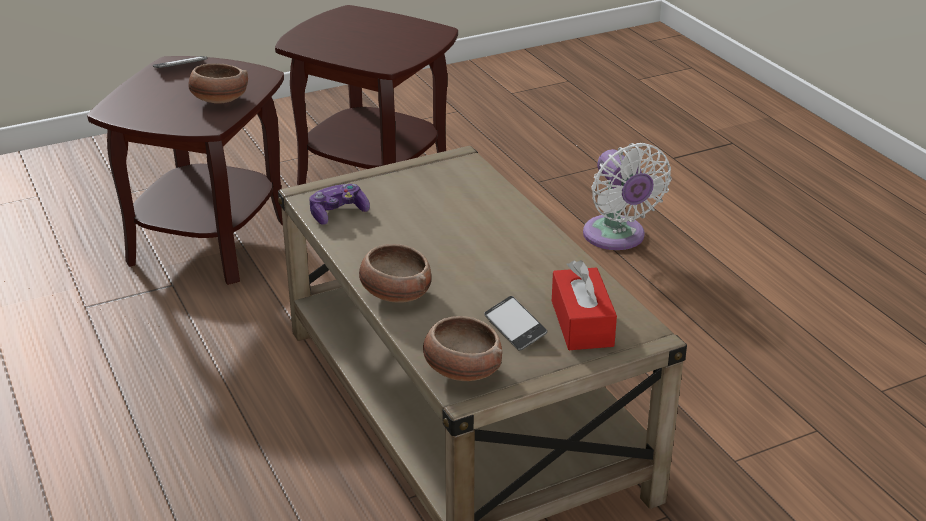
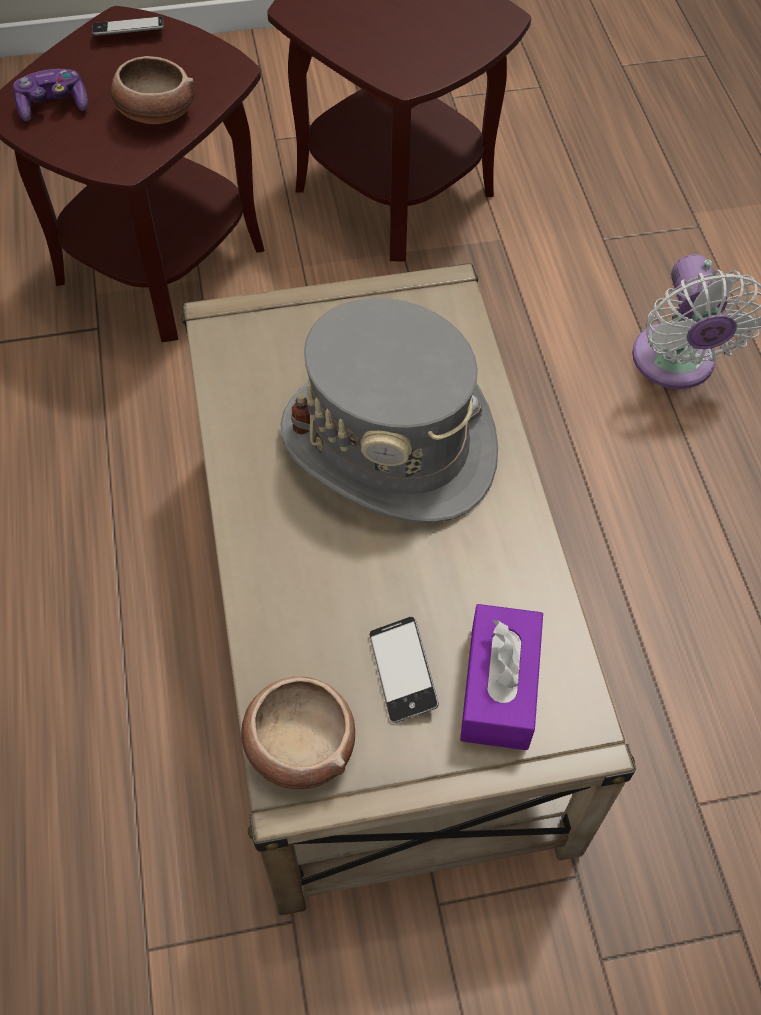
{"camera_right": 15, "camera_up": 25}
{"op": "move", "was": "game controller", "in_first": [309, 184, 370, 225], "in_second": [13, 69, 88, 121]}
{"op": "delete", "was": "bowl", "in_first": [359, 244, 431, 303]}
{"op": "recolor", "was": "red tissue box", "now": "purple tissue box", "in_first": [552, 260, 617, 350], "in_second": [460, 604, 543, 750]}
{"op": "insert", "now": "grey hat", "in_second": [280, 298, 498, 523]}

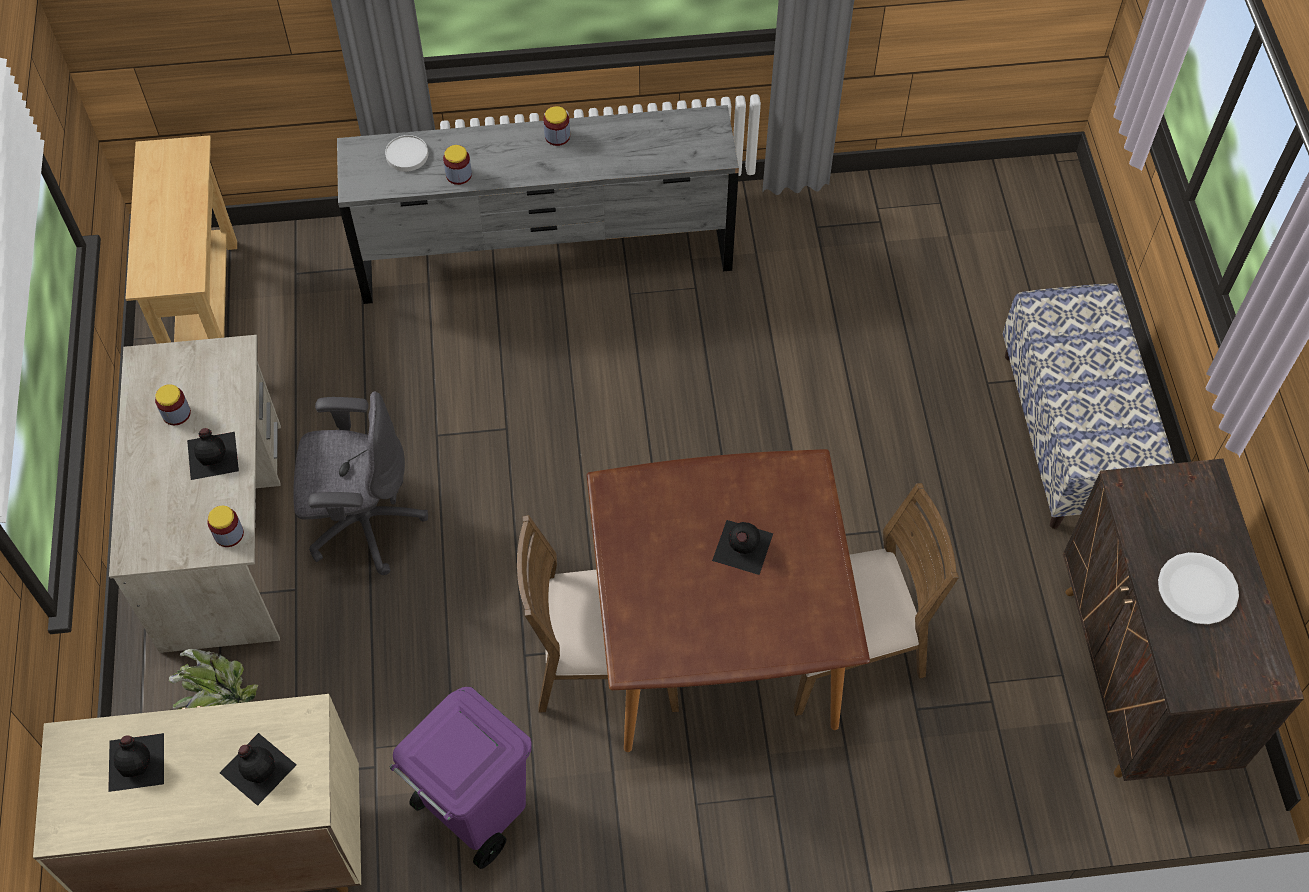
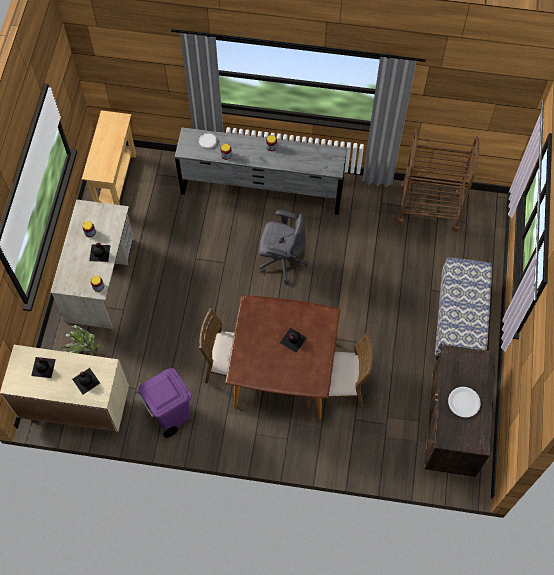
{"camera_right": 15, "camera_up": 5}
{"op": "move", "was": "grey office chair", "in_first": [293, 392, 428, 575], "in_second": [259, 210, 309, 284]}
{"op": "insert", "now": "brown cart", "in_second": [396, 129, 479, 232]}

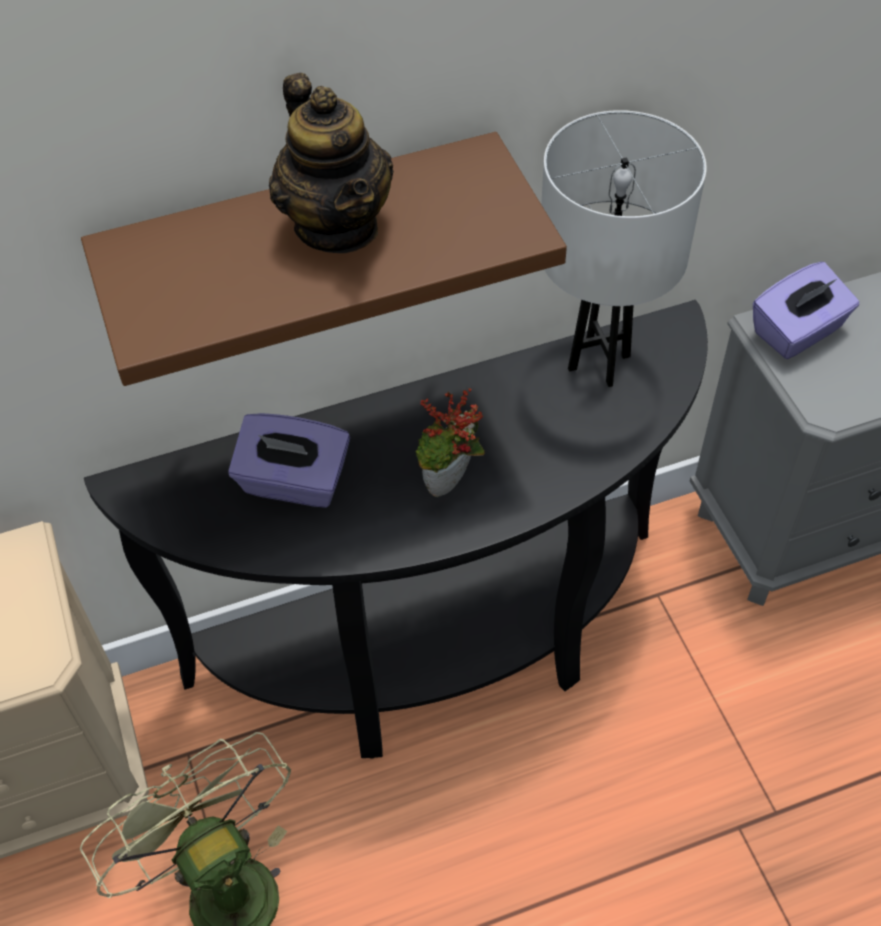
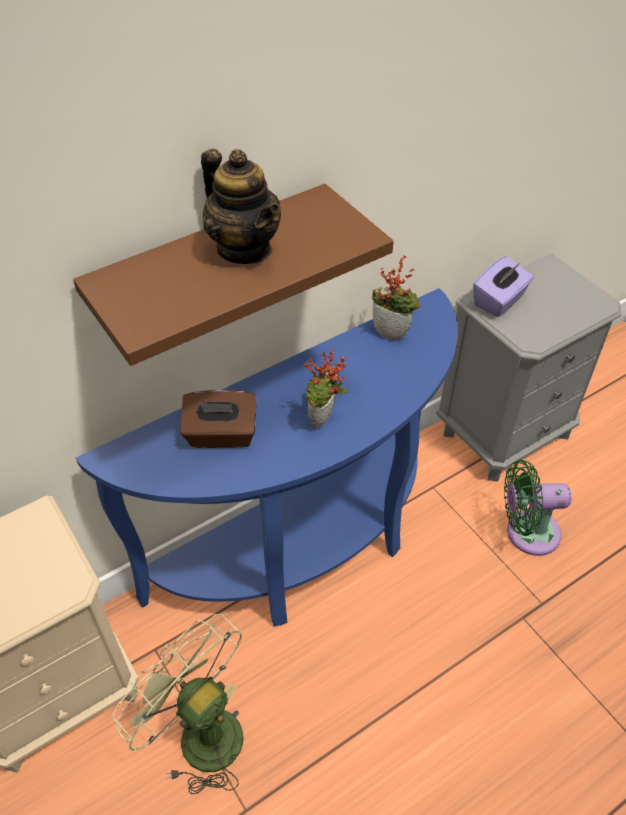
{"camera_right": -15, "camera_up": -5}
{"op": "recolor", "was": "black console table", "now": "blue console table", "in_first": [84, 300, 708, 759], "in_second": [76, 288, 458, 627]}
{"op": "recolor", "was": "purple tissue box", "now": "brown tissue box", "in_first": [228, 413, 350, 508], "in_second": [181, 390, 257, 448]}
{"op": "replace", "was": "white table lamp", "now": "potted plant", "in_first": [541, 110, 707, 387], "in_second": [372, 256, 421, 341]}
{"op": "insert", "now": "green fan", "in_second": [504, 460, 572, 556]}

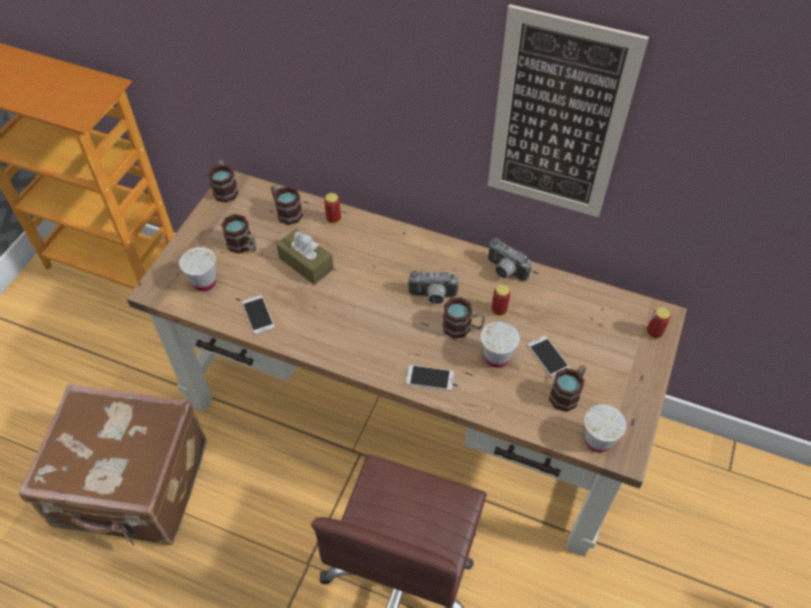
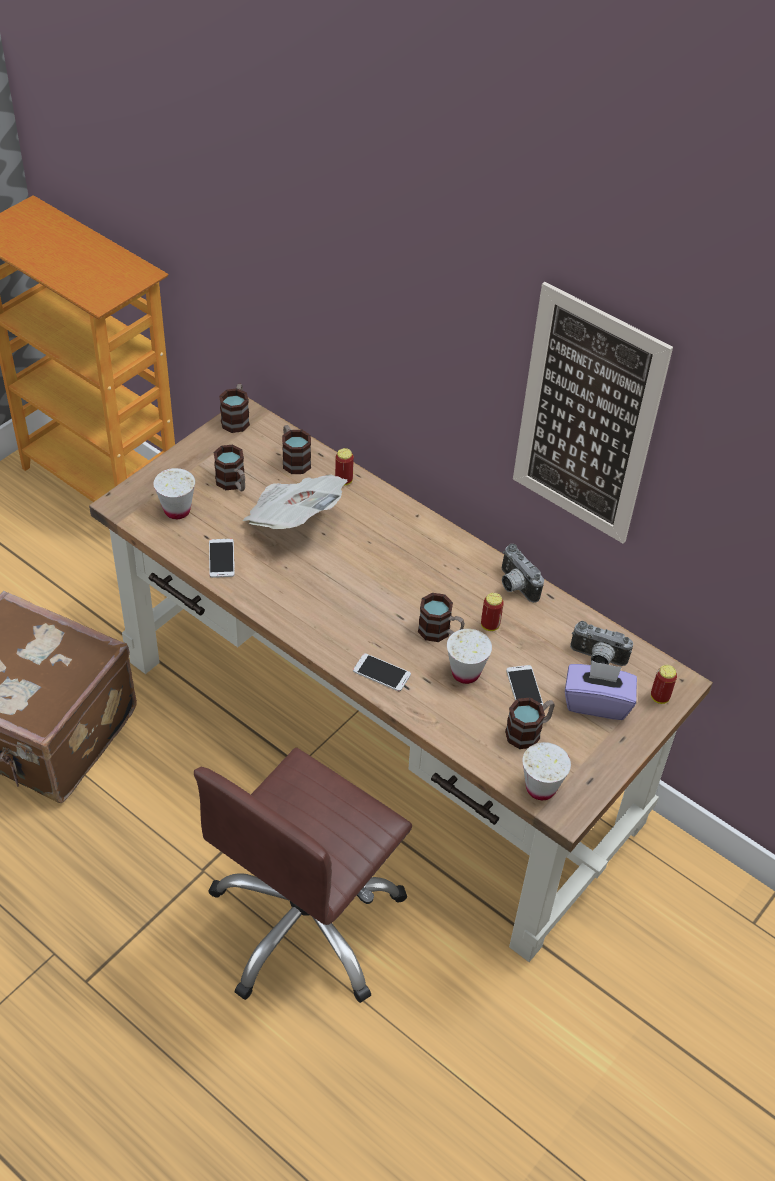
{"camera_right": 15, "camera_up": -5}
{"op": "replace", "was": "brown tissue box", "now": "newspaper", "in_first": [276, 229, 334, 285], "in_second": [243, 474, 347, 529]}
{"op": "move", "was": "photo camera", "in_first": [408, 271, 459, 304], "in_second": [570, 621, 633, 666]}
{"op": "insert", "now": "purple tissue box", "in_second": [565, 660, 637, 720]}

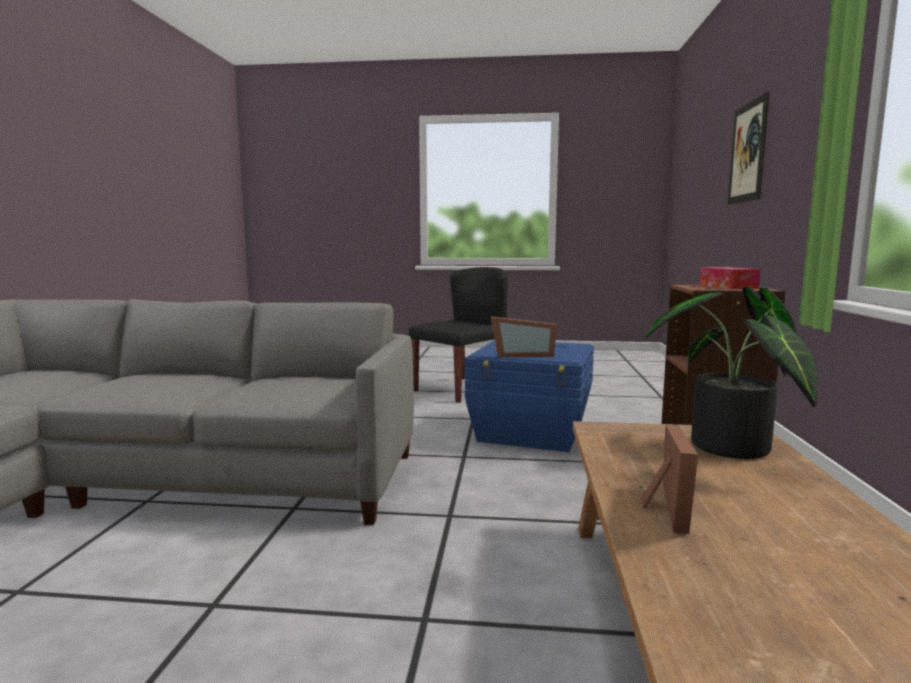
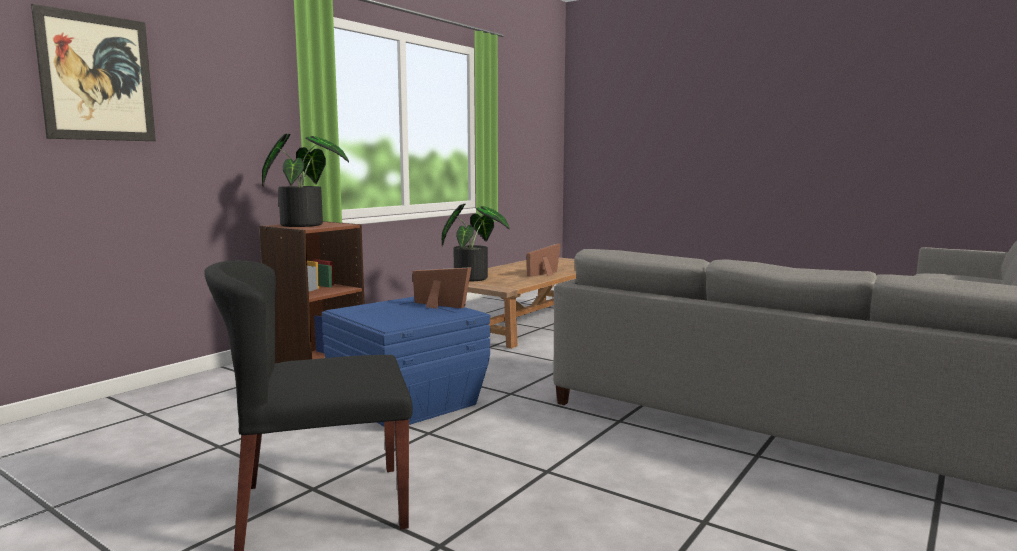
{"camera_right": -150, "camera_up": 0}
{"op": "replace", "was": "tissue box", "now": "potted plant", "in_first": [699, 267, 761, 289], "in_second": [262, 134, 349, 227]}

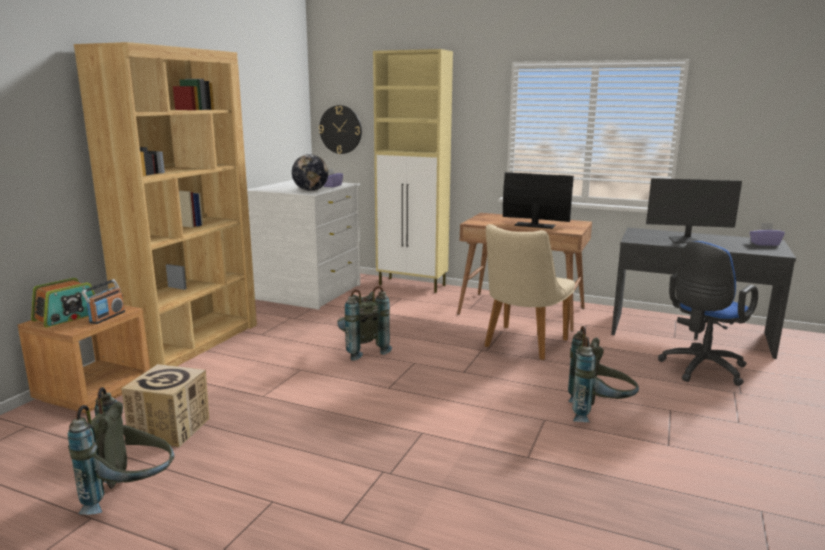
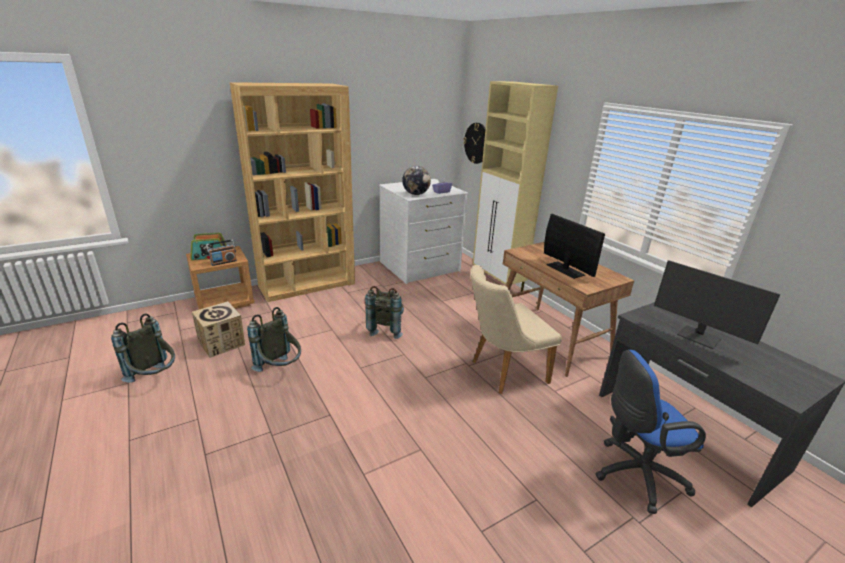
{"camera_right": 35, "camera_up": 10}
{"op": "move", "was": "grey backpack", "in_first": [568, 326, 639, 422], "in_second": [247, 307, 301, 372]}
{"op": "delete", "was": "purple tissue box", "in_first": [750, 223, 785, 246]}

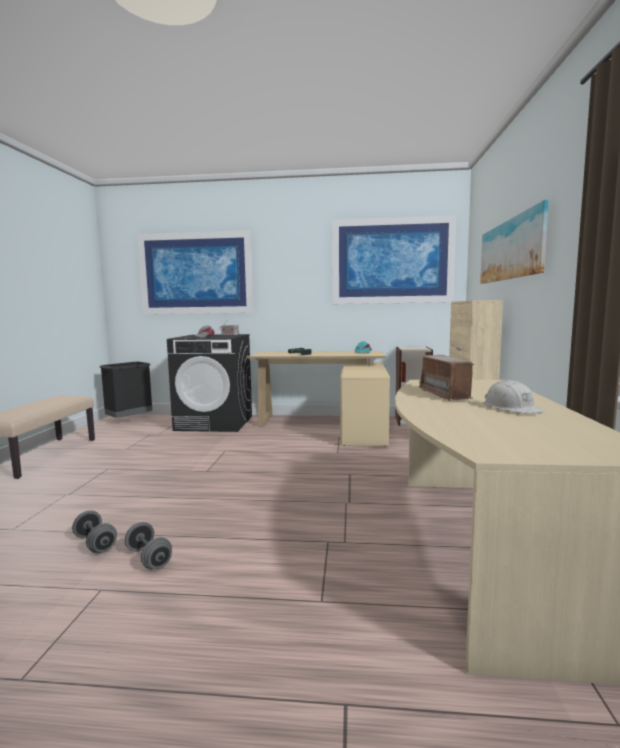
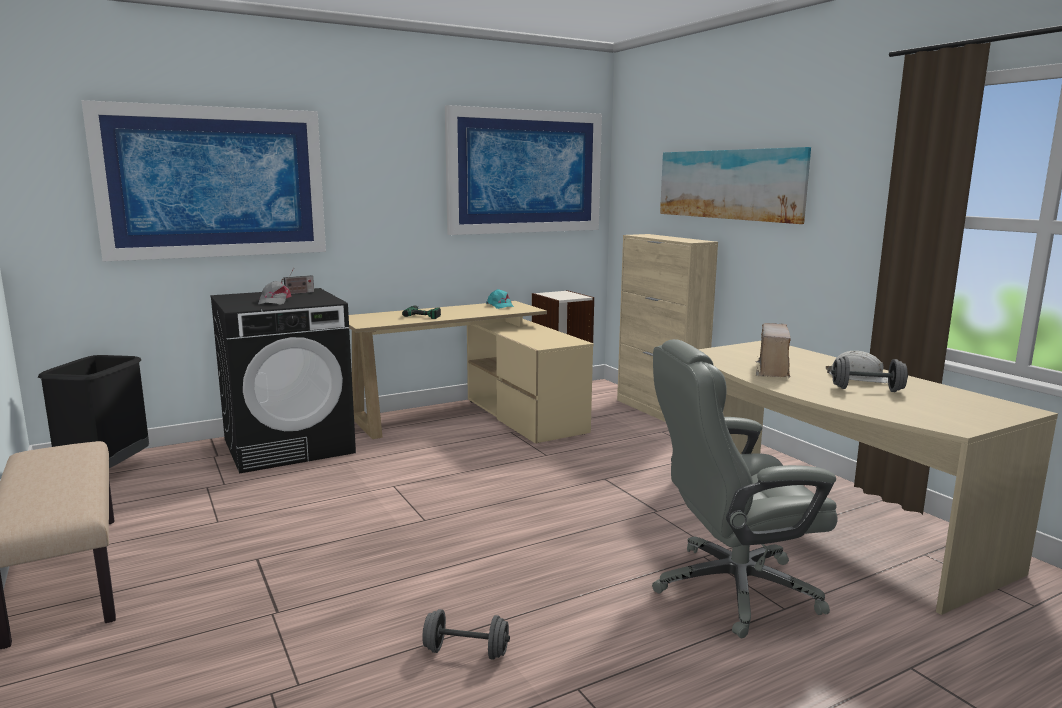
{"camera_right": -35, "camera_up": 5}
{"op": "move", "was": "grey dumbbell", "in_first": [125, 522, 172, 570], "in_second": [831, 356, 908, 392]}
{"op": "rotate", "was": "radio", "in_first": [419, 355, 474, 401], "in_second": [756, 323, 790, 378], "clockwise": -120}
{"op": "insert", "now": "grey office chair", "in_second": [652, 339, 837, 638]}

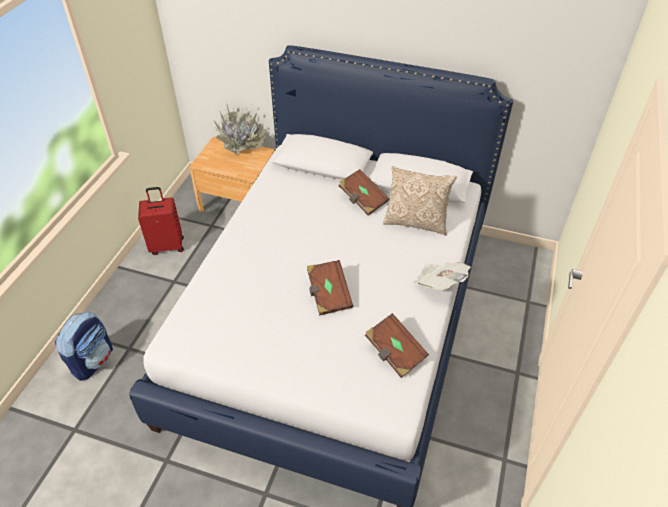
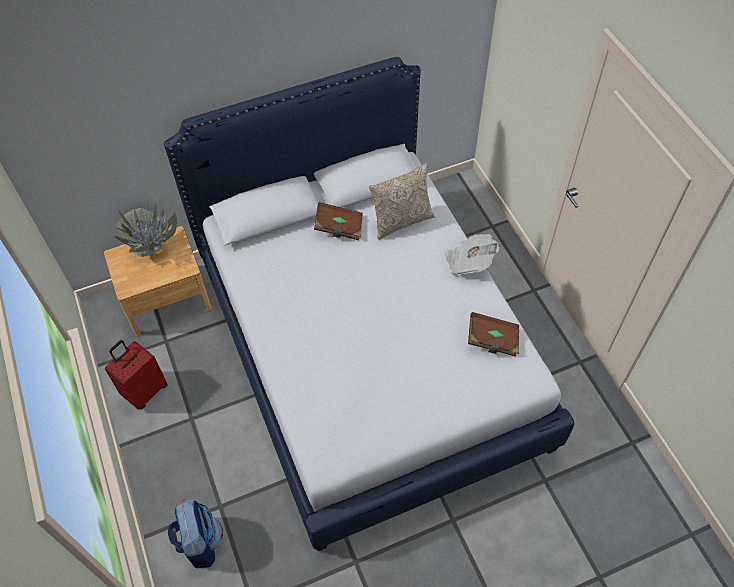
{"camera_right": -40, "camera_up": 10}
{"op": "delete", "was": "brown book", "in_first": [307, 260, 353, 316]}

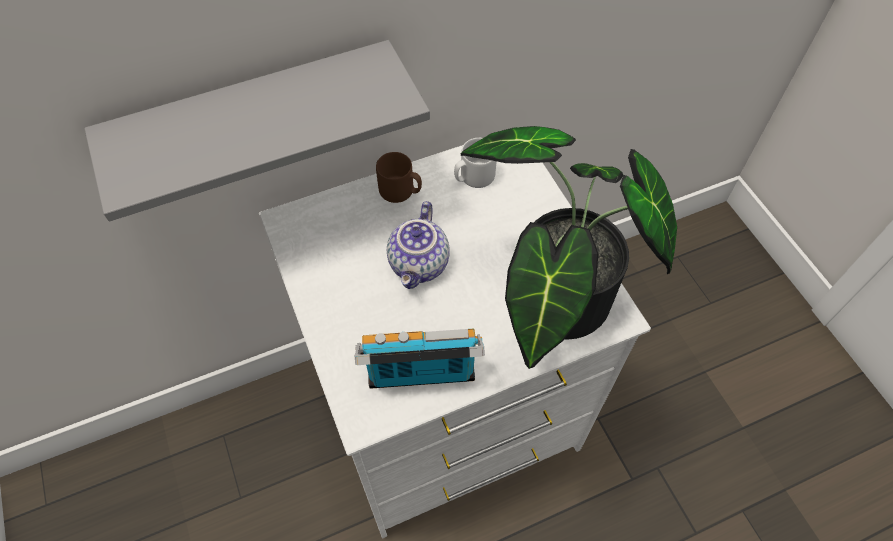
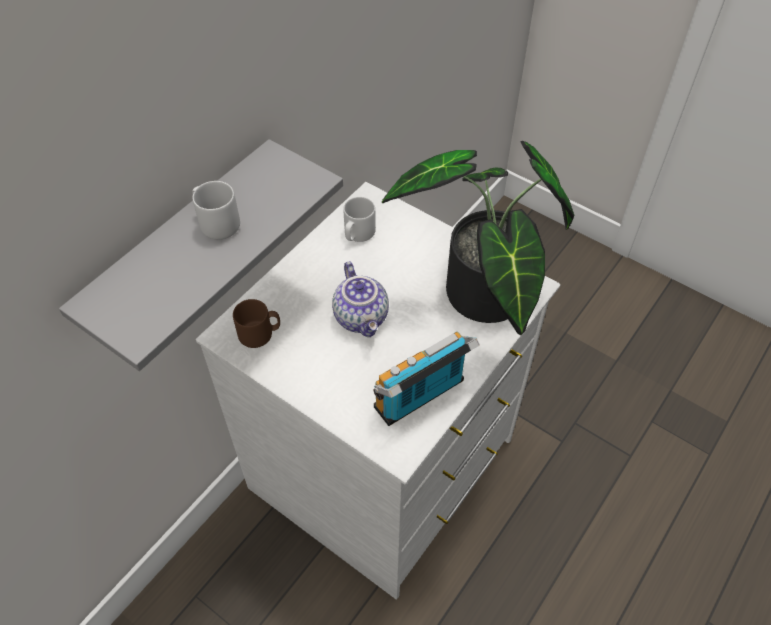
{"camera_right": -30, "camera_up": -5}
{"op": "move", "was": "brown mug", "in_first": [376, 152, 422, 203], "in_second": [233, 299, 280, 348]}
{"op": "insert", "now": "grey mug", "in_second": [192, 181, 240, 240]}

